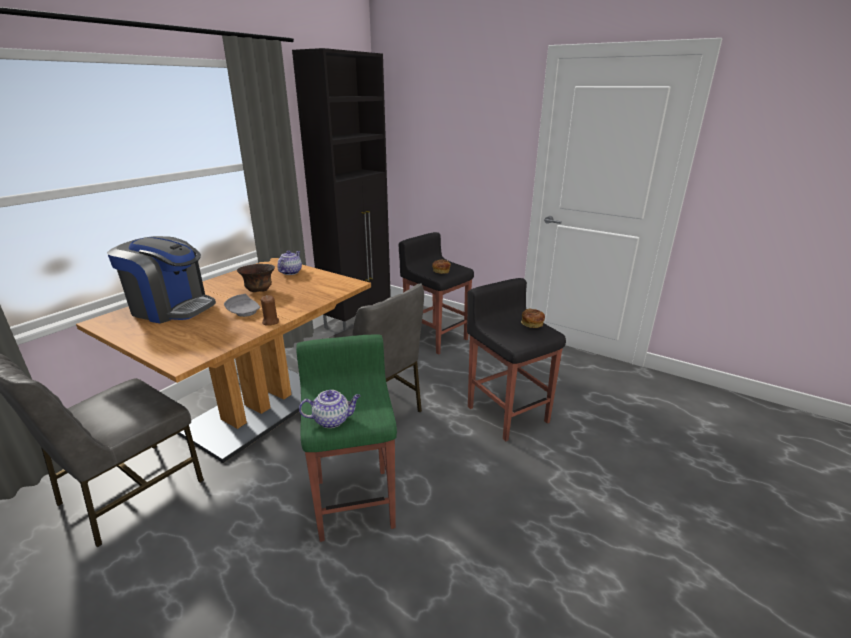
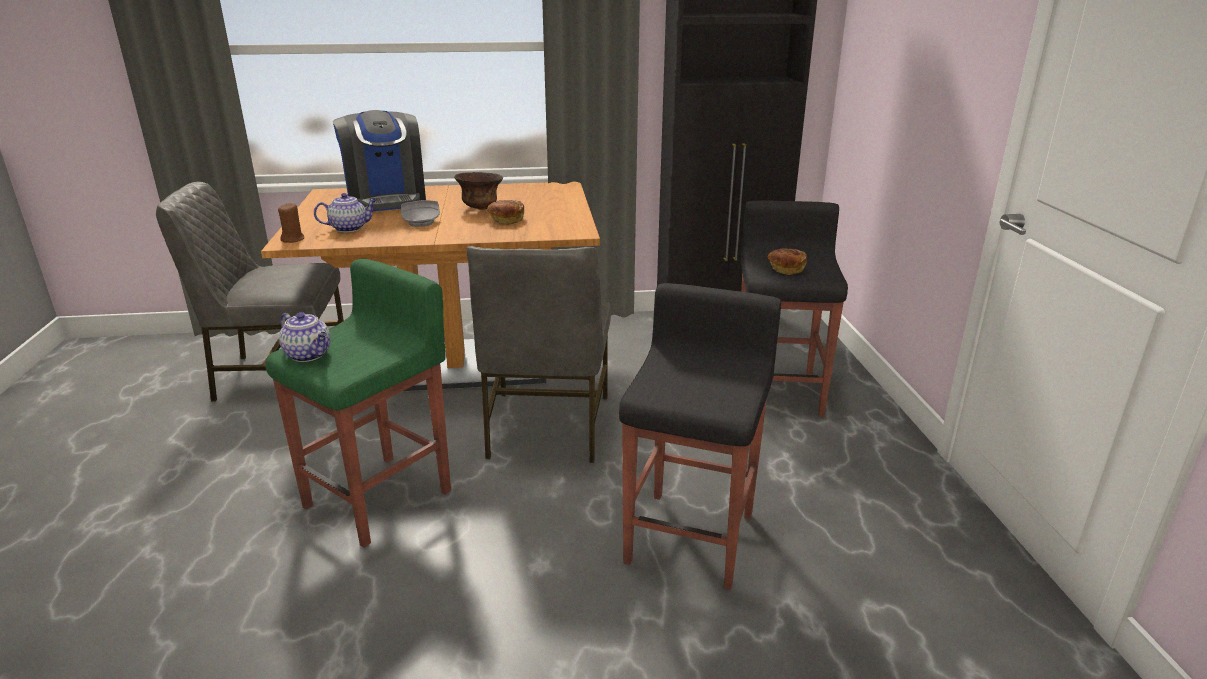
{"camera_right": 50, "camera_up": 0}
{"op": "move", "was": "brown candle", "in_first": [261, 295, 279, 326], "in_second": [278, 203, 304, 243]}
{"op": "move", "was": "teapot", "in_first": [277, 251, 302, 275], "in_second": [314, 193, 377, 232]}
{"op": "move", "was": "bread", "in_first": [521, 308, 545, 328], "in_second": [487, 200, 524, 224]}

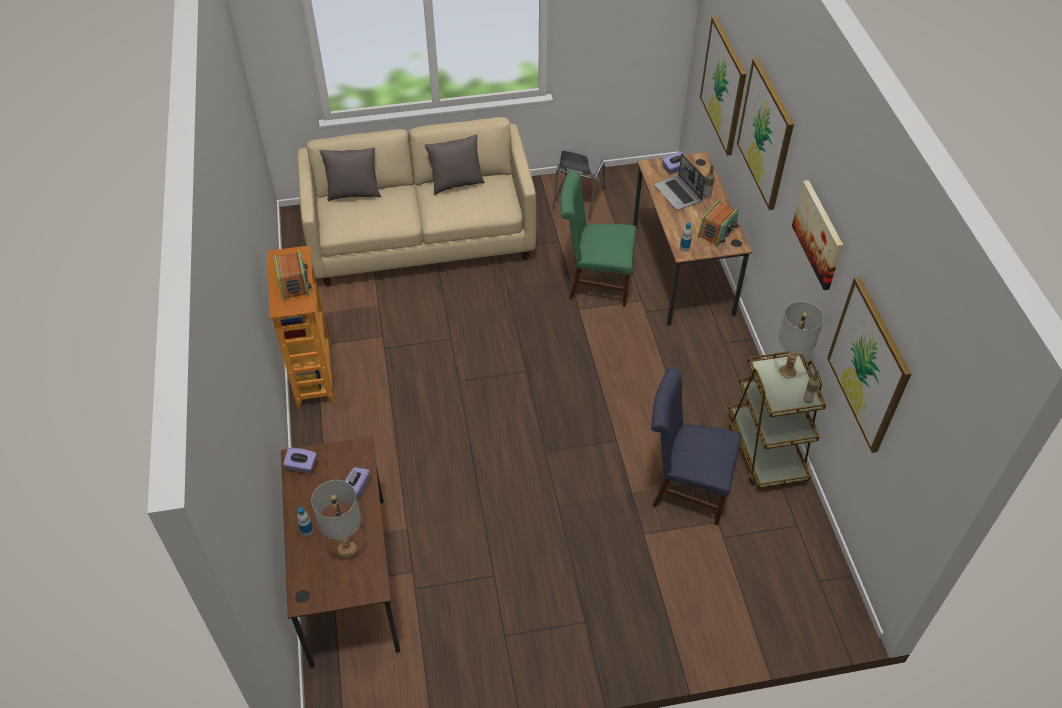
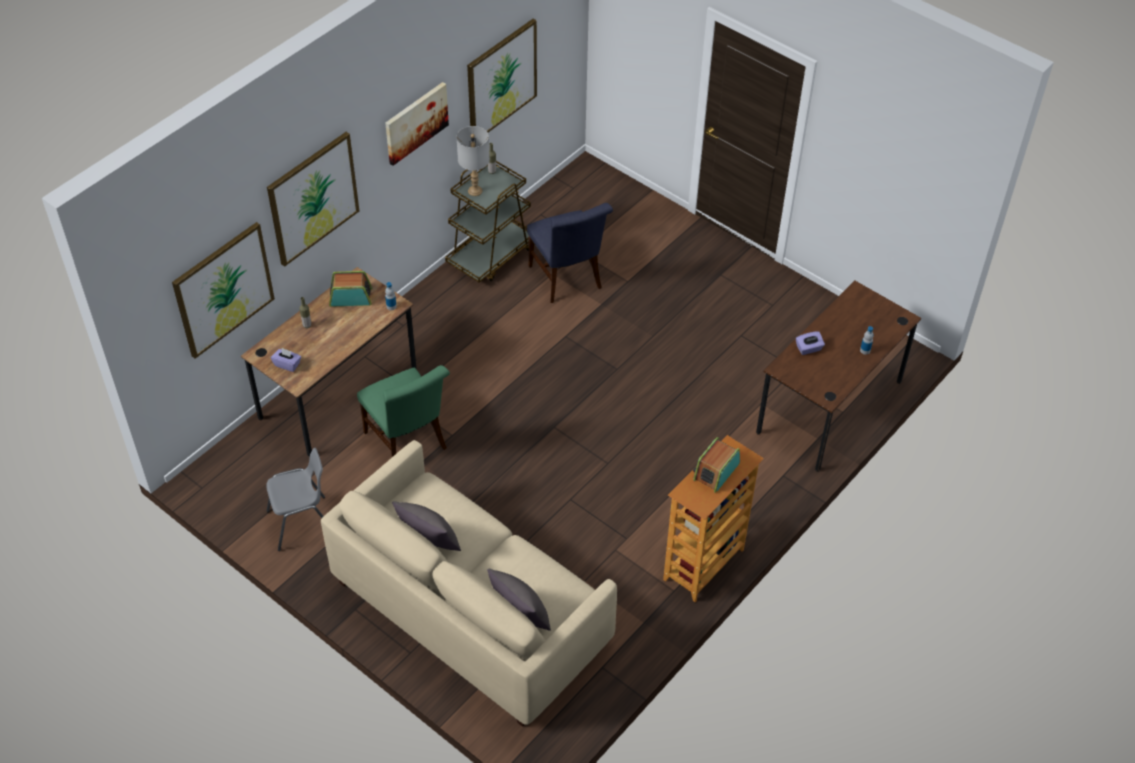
{"camera_right": -130, "camera_up": 0}
{"op": "delete", "was": "purple tissue box", "in_first": [283, 448, 317, 473]}
{"op": "delete", "was": "grey table lamp", "in_first": [311, 480, 361, 558]}
{"op": "delete", "was": "laptop", "in_first": [654, 154, 706, 210]}

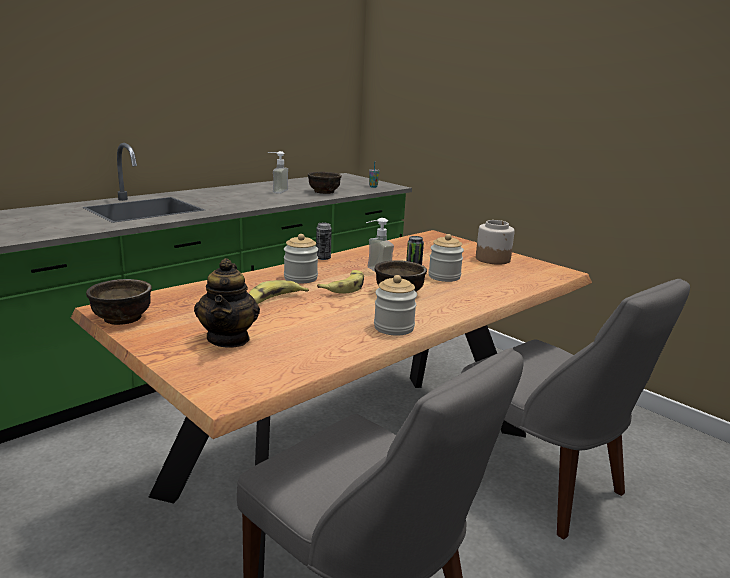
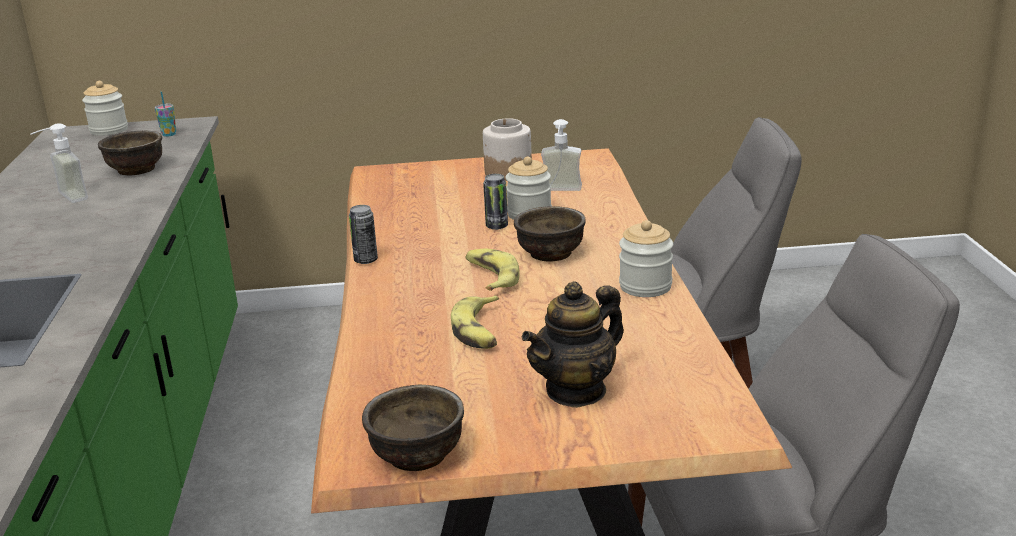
{"camera_right": -50, "camera_up": 5}
{"op": "rotate", "was": "teapot", "in_first": [194, 258, 260, 348], "in_second": [522, 281, 624, 408], "clockwise": 105}
{"op": "move", "was": "jar", "in_first": [284, 234, 318, 283], "in_second": [82, 81, 128, 136]}
{"op": "move", "was": "soap dispenser", "in_first": [366, 218, 394, 271], "in_second": [541, 119, 582, 191]}

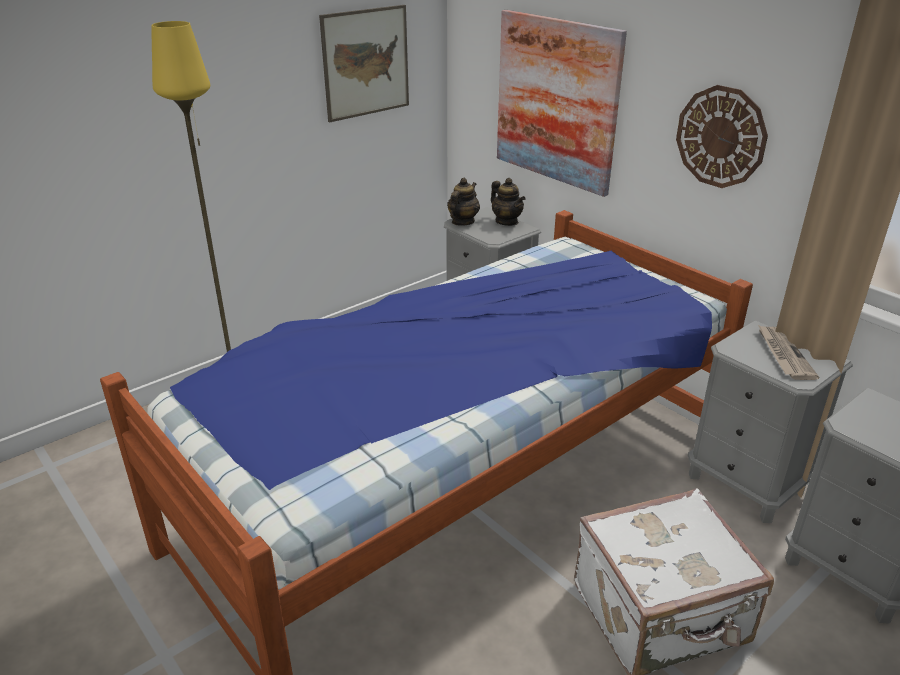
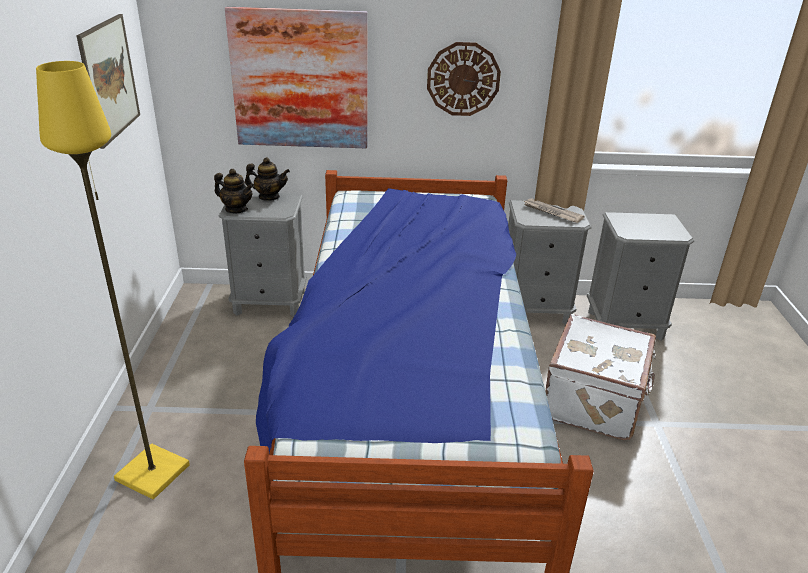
{"camera_right": -50, "camera_up": 0}
{"op": "rotate", "was": "teapot", "in_first": [447, 178, 480, 226], "in_second": [214, 169, 254, 213], "clockwise": 135}

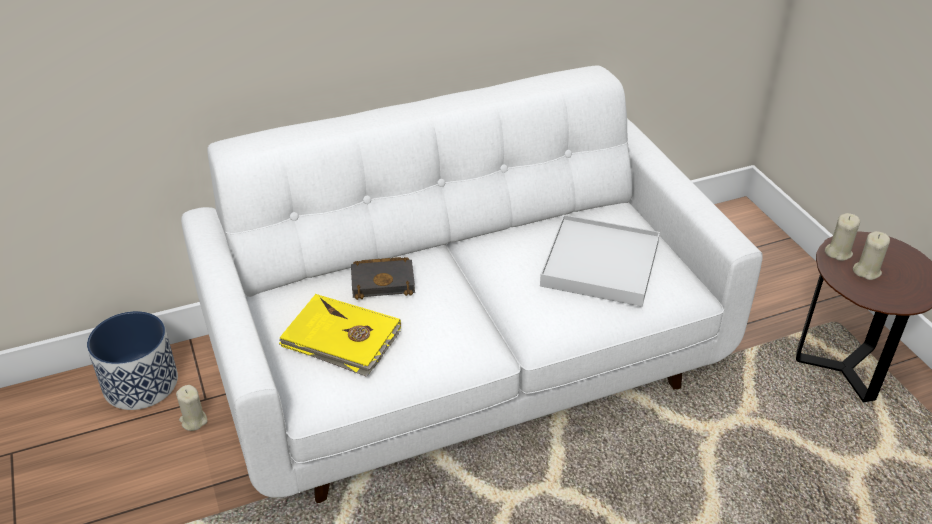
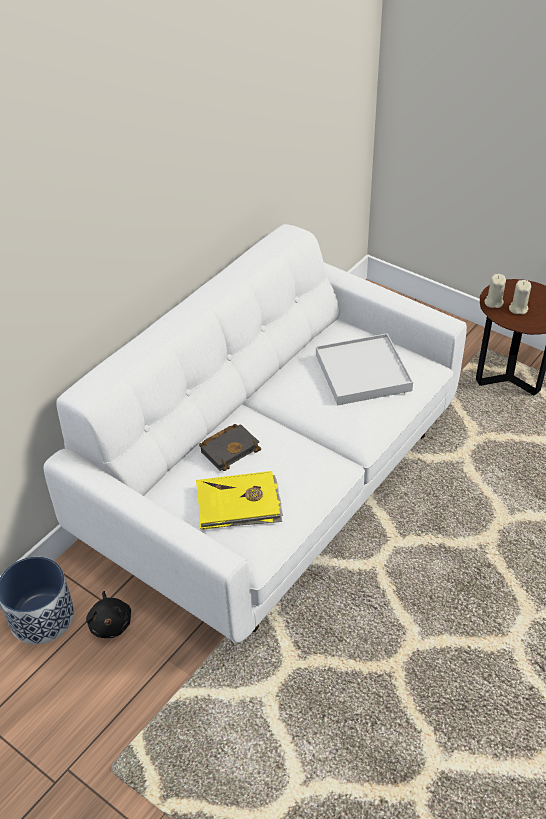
{"camera_right": -30, "camera_up": 5}
{"op": "replace", "was": "beige candle", "now": "black plush toy", "in_first": [176, 385, 208, 431], "in_second": [86, 591, 131, 638]}

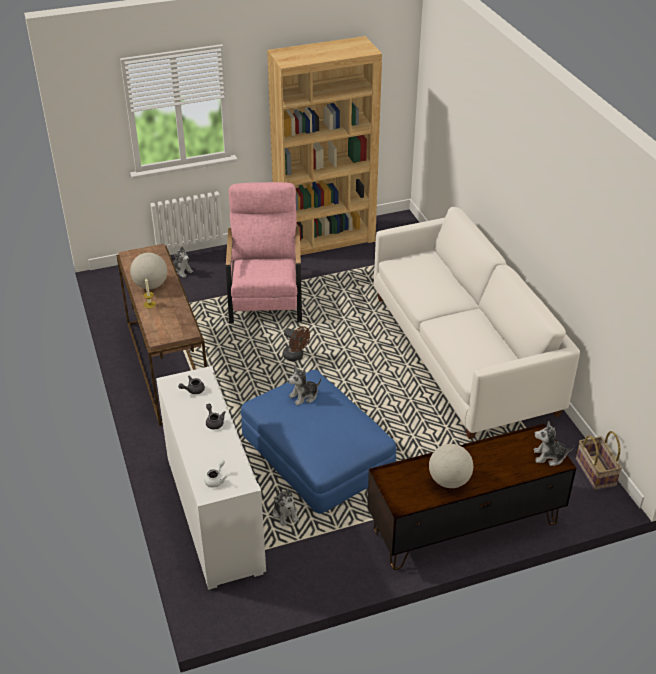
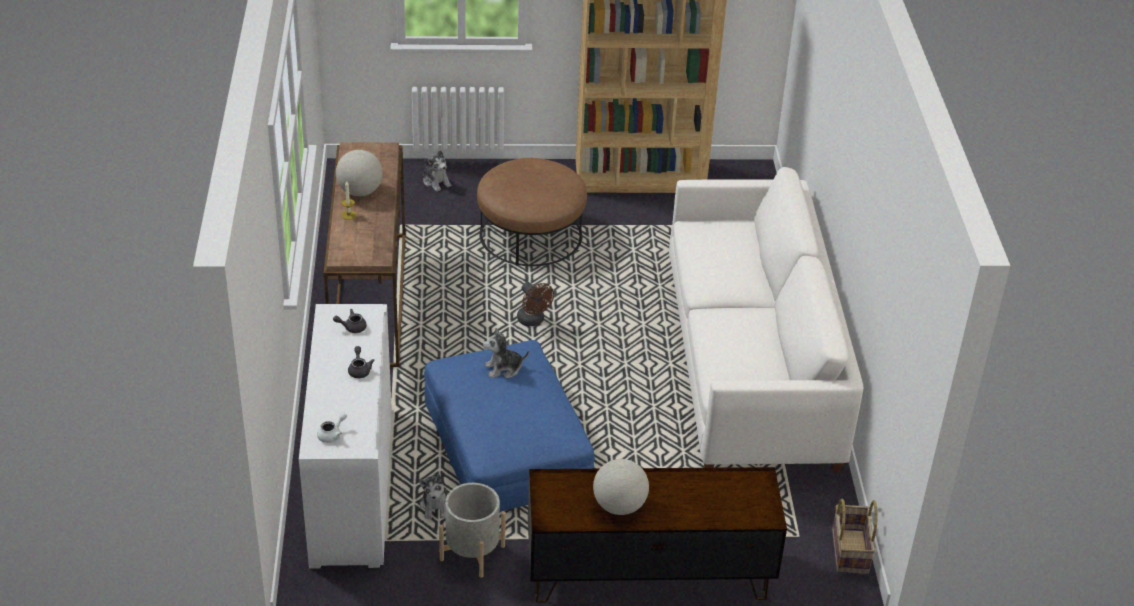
{"camera_right": 15, "camera_up": 0}
{"op": "replace", "was": "pink armchair", "now": "brown ottoman", "in_first": [226, 182, 302, 323], "in_second": [477, 158, 587, 266]}
{"op": "delete", "was": "plush toy", "in_first": [534, 421, 574, 466]}
{"op": "insert", "now": "grey planter", "in_second": [439, 483, 506, 578]}

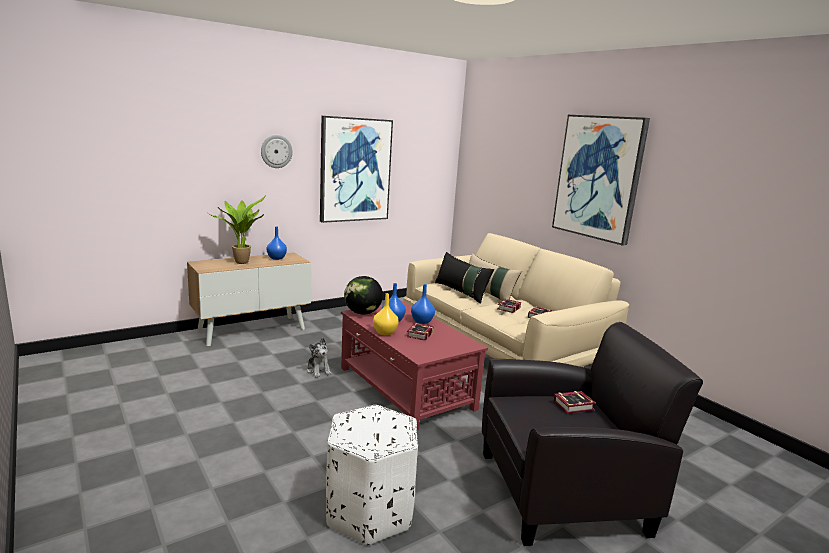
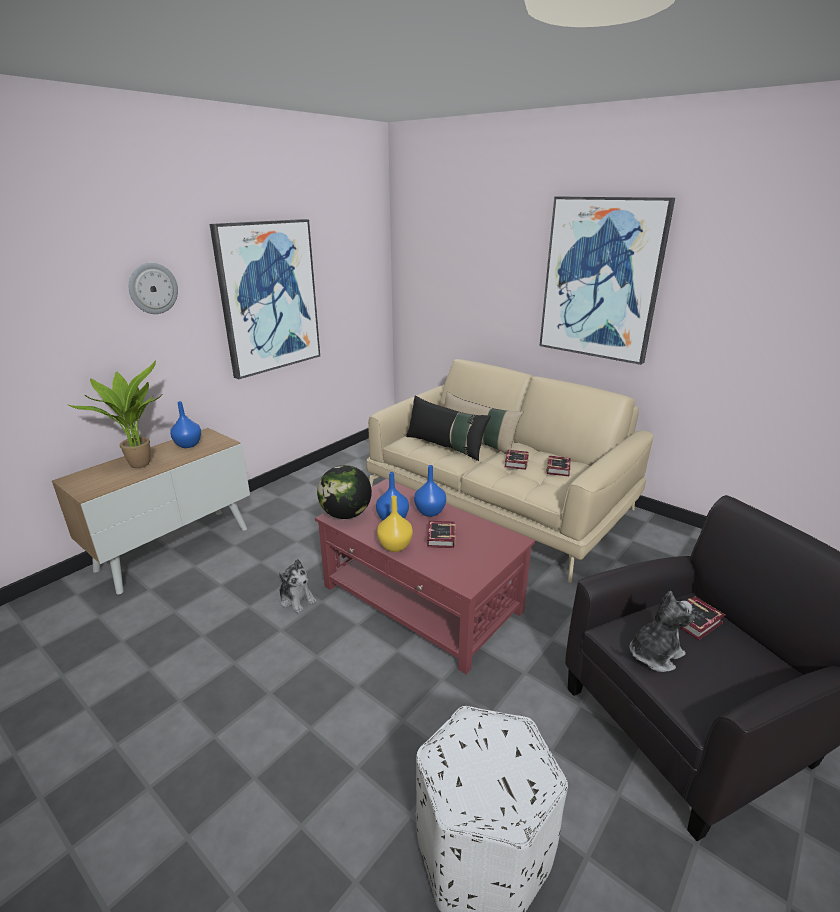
{"camera_right": -15, "camera_up": 10}
{"op": "insert", "now": "plush toy", "in_second": [629, 591, 695, 672]}

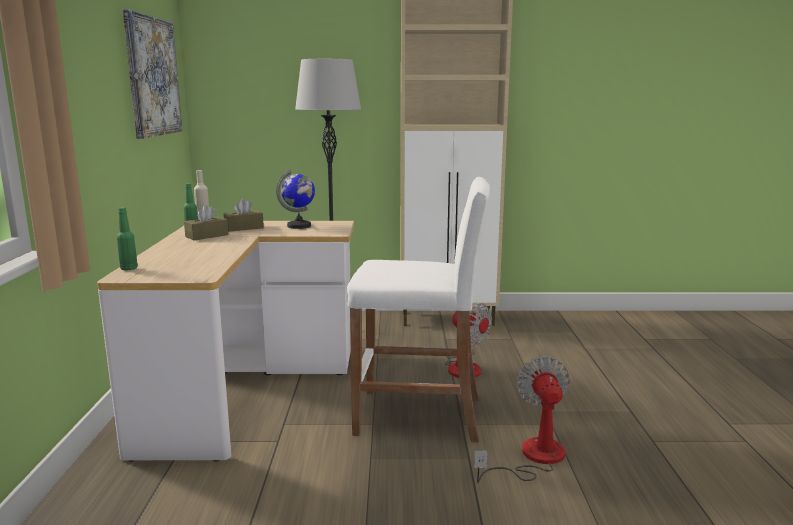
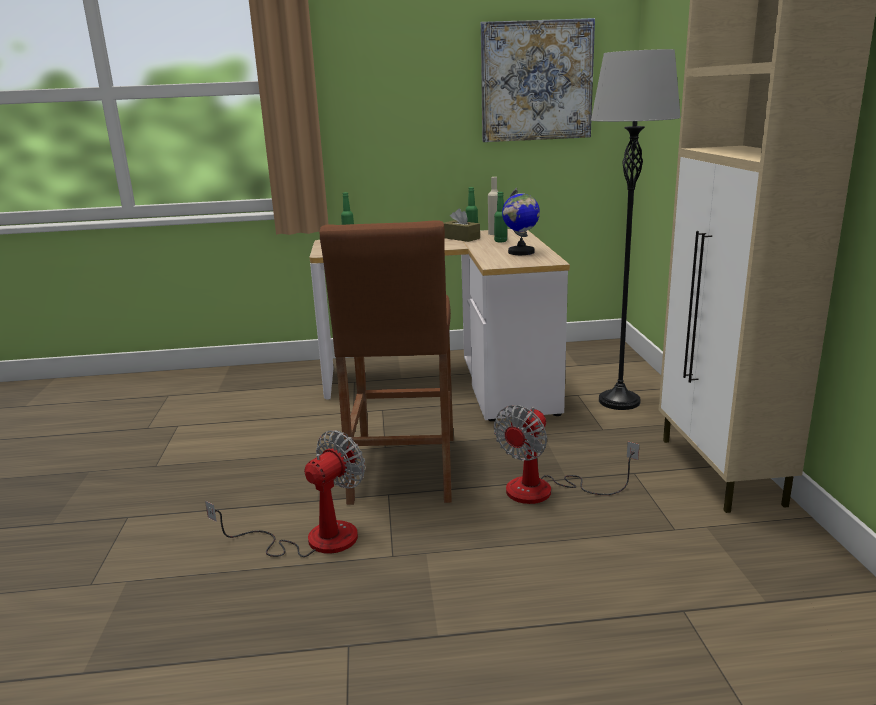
{"camera_right": 85, "camera_up": 5}
{"op": "replace", "was": "brown tissue box", "now": "green bottle", "in_first": [224, 198, 264, 232], "in_second": [494, 192, 507, 242]}
{"op": "recolor", "was": "white stool", "now": "brown stool", "in_first": [347, 177, 490, 443], "in_second": [320, 221, 453, 505]}
{"op": "rotate", "was": "fan", "in_first": [474, 356, 570, 483], "in_second": [205, 430, 365, 557], "clockwise": -45}

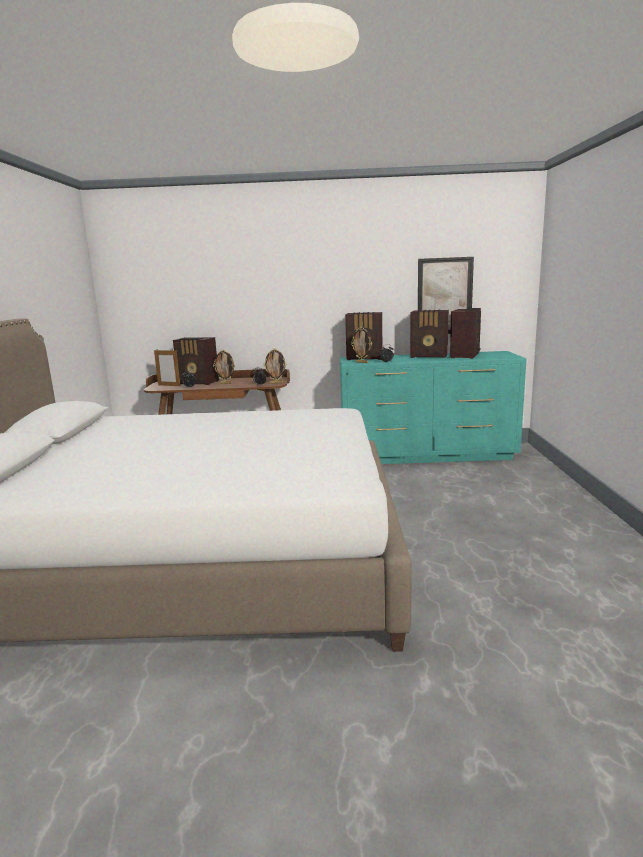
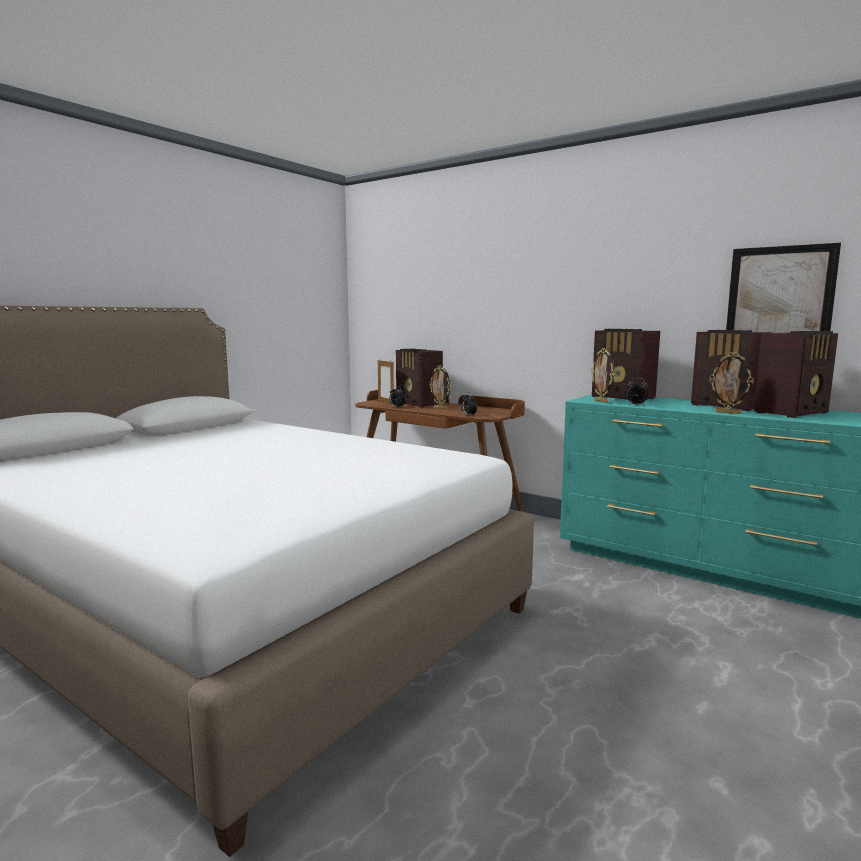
{"camera_right": 35, "camera_up": -5}
{"op": "move", "was": "picture frame", "in_first": [264, 350, 287, 384], "in_second": [709, 352, 754, 414]}

